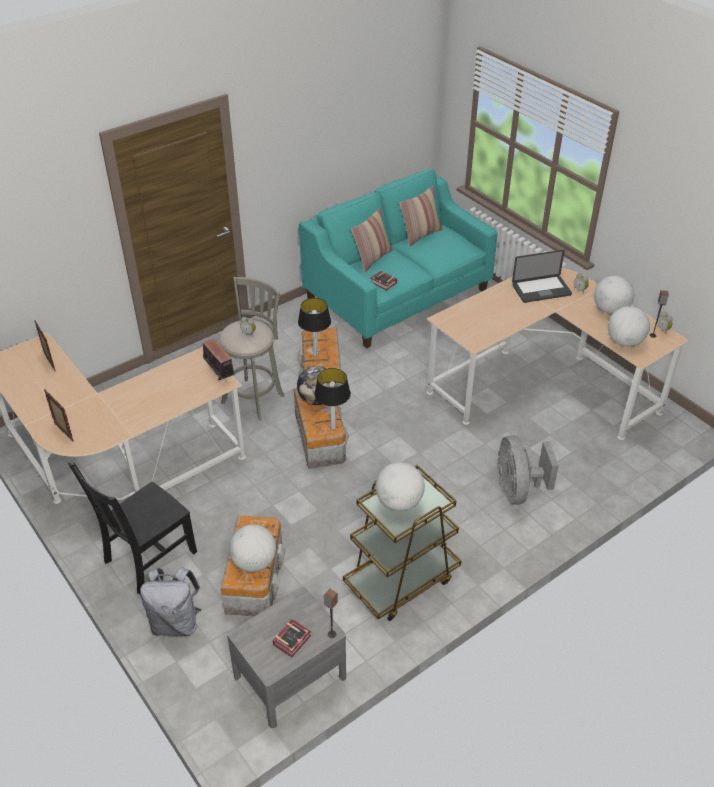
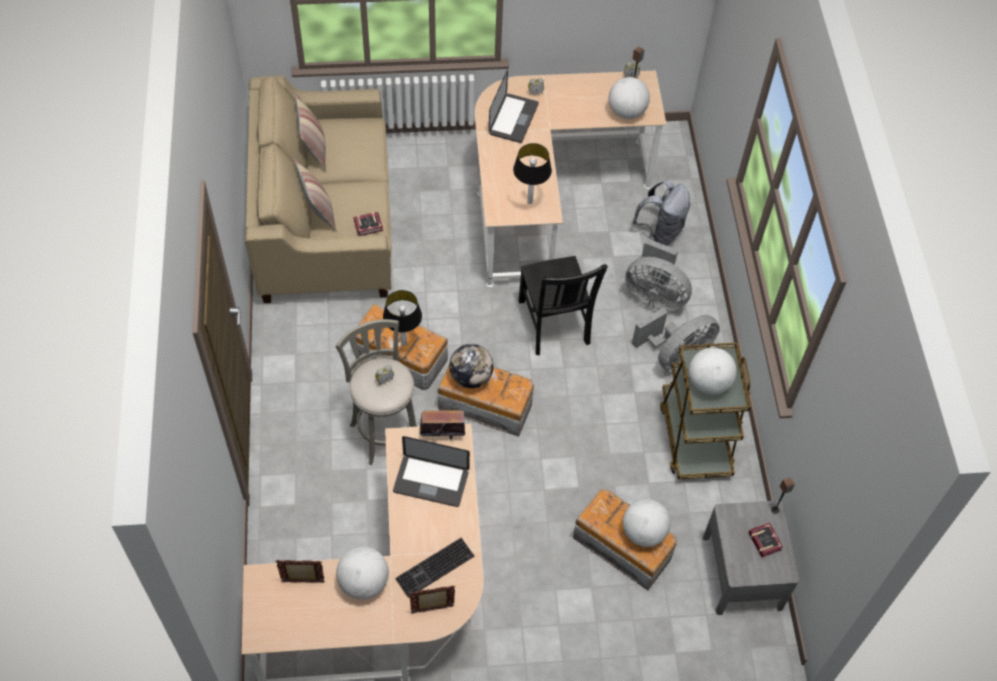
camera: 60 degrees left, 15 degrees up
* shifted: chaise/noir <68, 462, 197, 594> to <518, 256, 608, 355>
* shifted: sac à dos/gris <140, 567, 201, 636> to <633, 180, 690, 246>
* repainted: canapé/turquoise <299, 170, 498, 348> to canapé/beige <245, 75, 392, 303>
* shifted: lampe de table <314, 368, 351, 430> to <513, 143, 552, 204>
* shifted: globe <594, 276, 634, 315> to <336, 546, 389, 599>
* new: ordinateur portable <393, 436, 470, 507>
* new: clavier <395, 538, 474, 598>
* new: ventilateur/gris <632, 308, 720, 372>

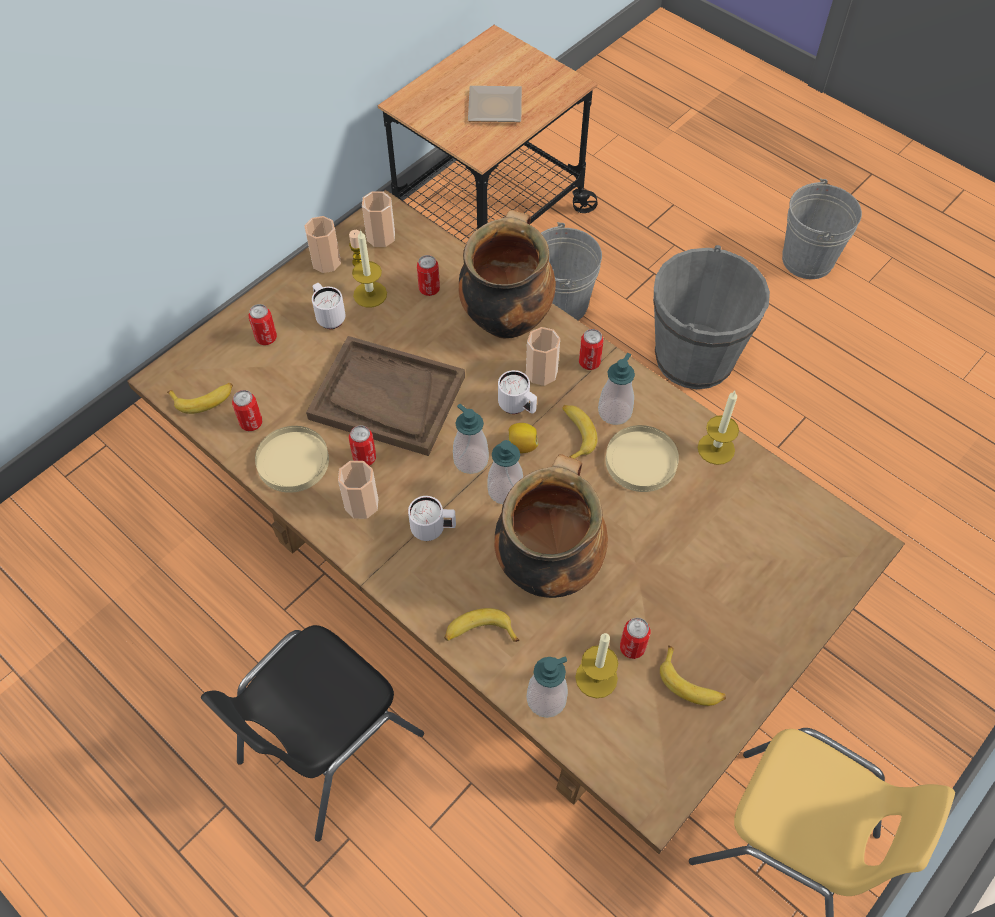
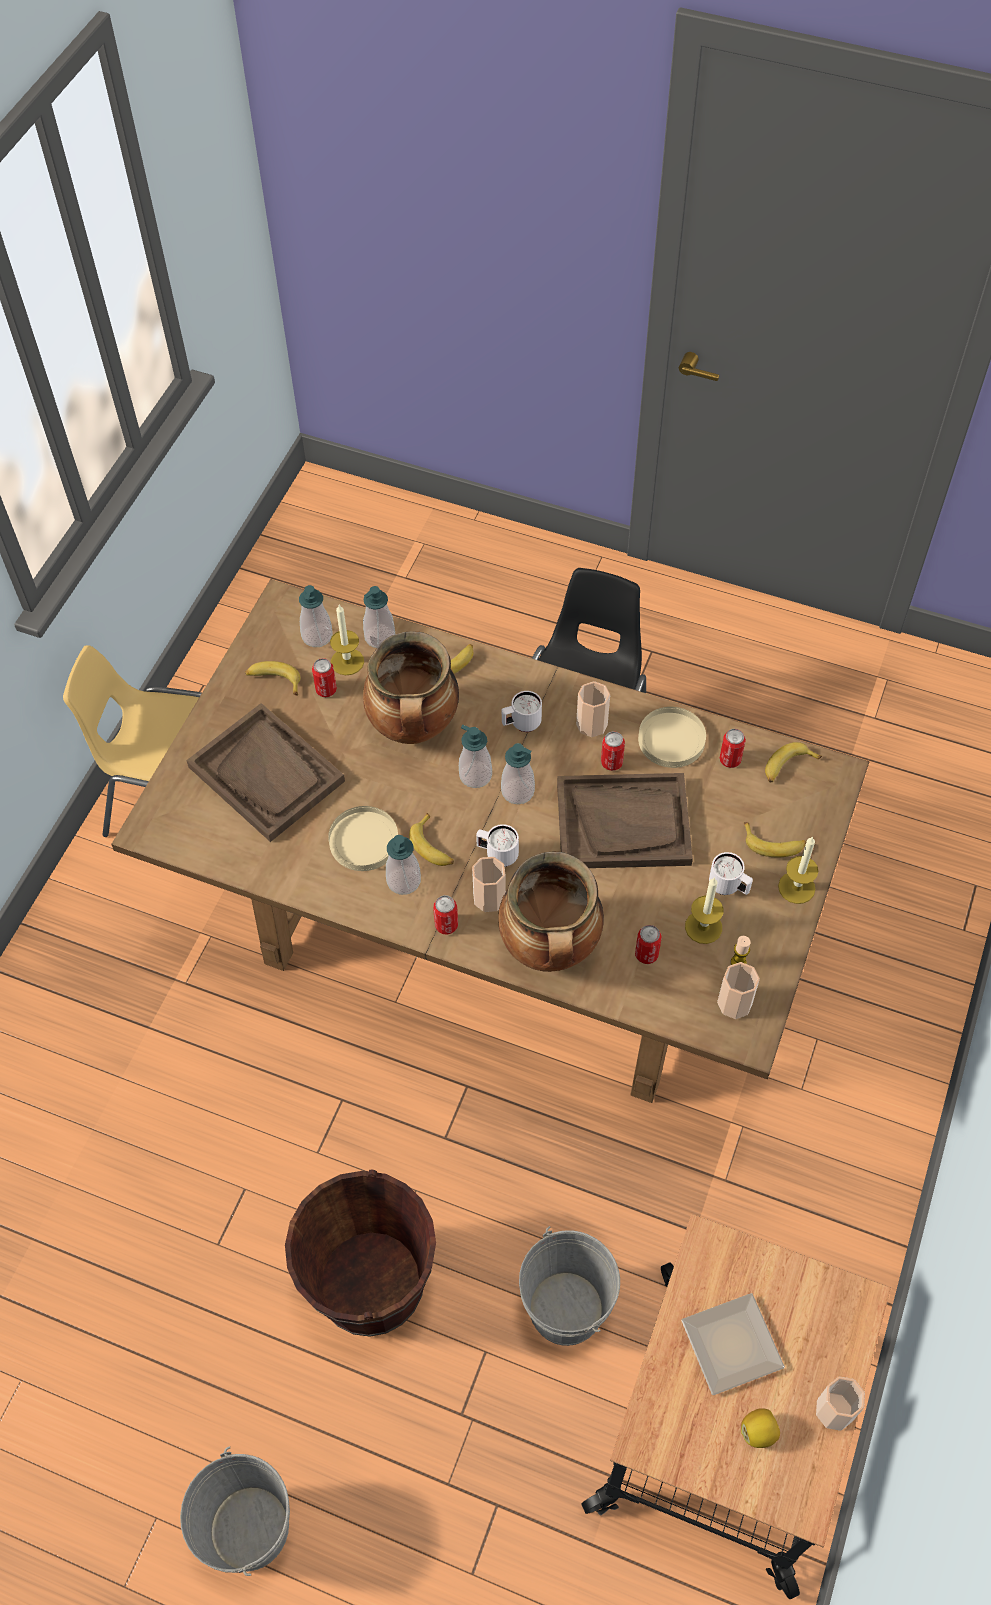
camera: 160 degrees right, 0 degrees up
* swapped: boîte métallique <249, 304, 277, 345> to banane <744, 822, 806, 857>
* shifted: tasse <304, 216, 341, 273> to <816, 1376, 865, 1431>
* shifted: citron <508, 423, 538, 453> to <741, 1408, 780, 1448>
* repainted: seau/gris <653, 245, 770, 389> to seau/marron <285, 1170, 436, 1337>
* shifted: bougie <698, 391, 739, 465> to <778, 836, 818, 904>
* new: plateau/marron <186, 703, 345, 842>
* new: distributeur de savon <299, 585, 332, 647>

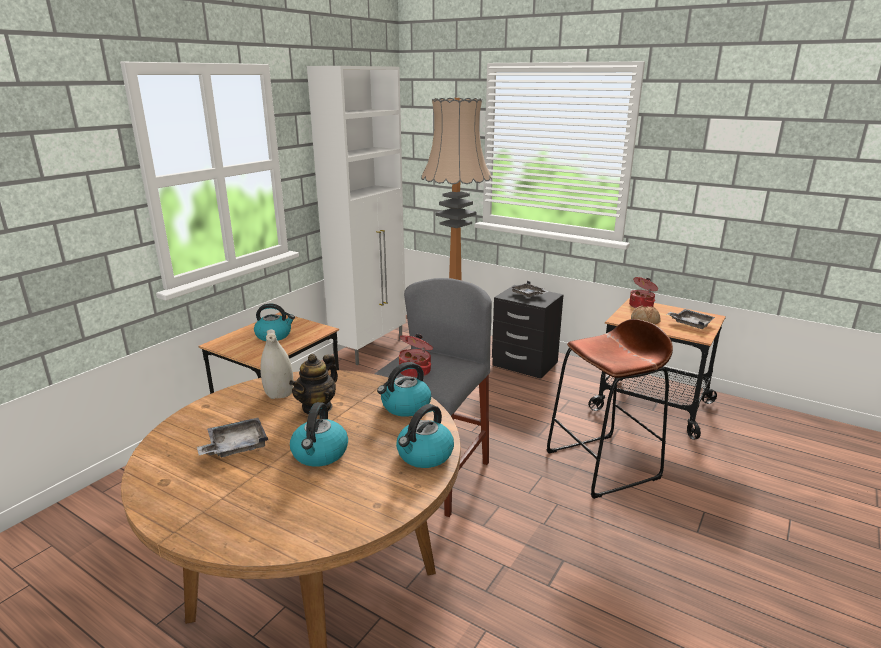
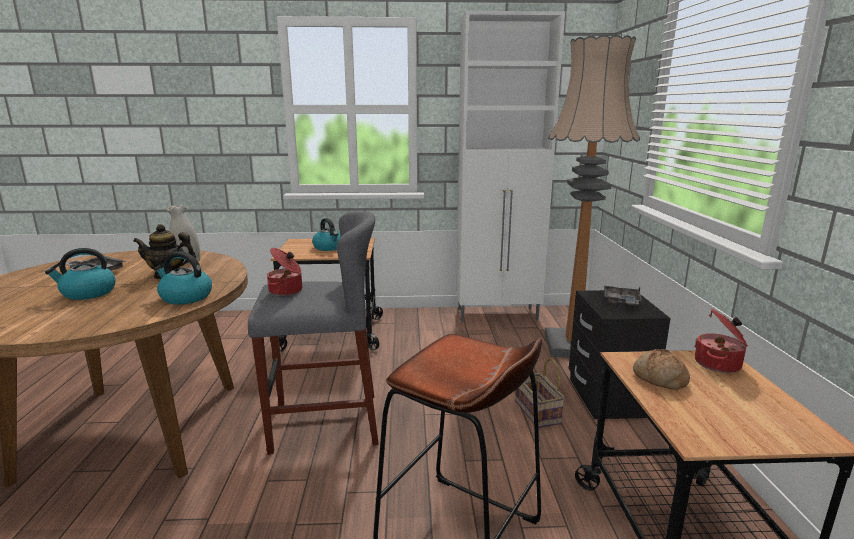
camera: 55 degrees right, 5 degrees down
* gone: bouilloire <396, 404, 454, 468>
* gone: plateau/gris <667, 309, 715, 329>
* new: panier <515, 358, 565, 428>

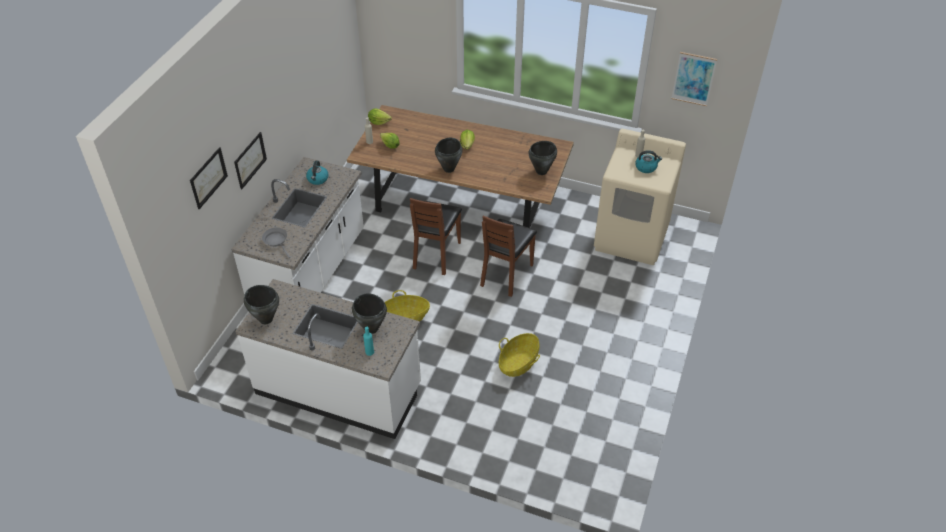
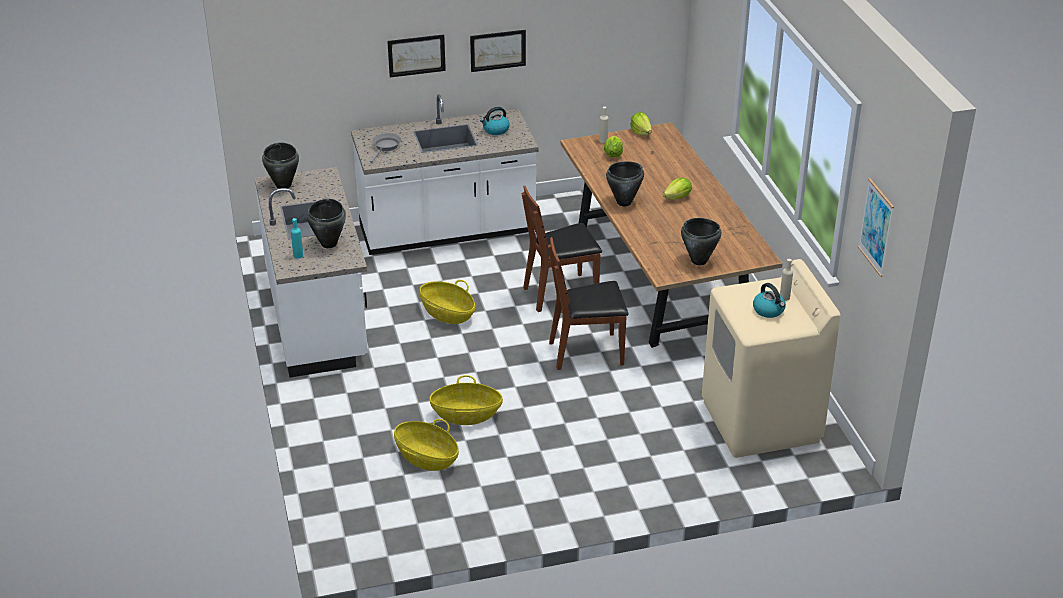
camera: 55 degrees right, 10 degrees down
* shifted: tableau <190, 147, 228, 209> to <470, 30, 526, 72>
* new: panier <394, 419, 459, 471>

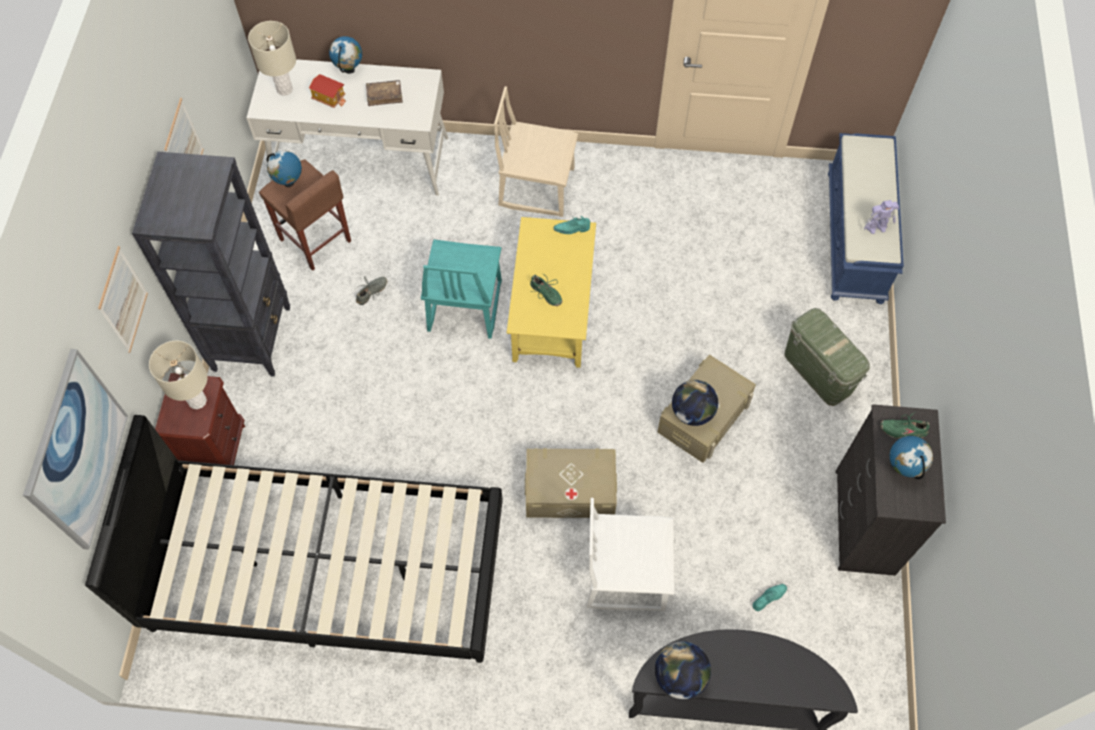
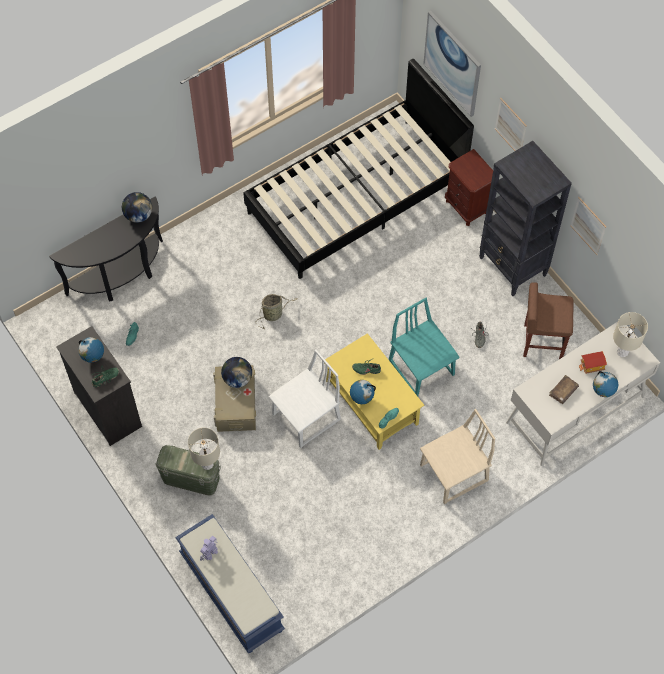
camera: 140 degrees right, 0 degrees up
* shifted: lampe de table/beige <149, 341, 208, 409> to <188, 428, 220, 470>
* shifted: globe <267, 150, 302, 187> to <350, 380, 376, 404>
* swapped: boîte de rangement/beige <525, 448, 617, 518> to panier <255, 294, 297, 329>
* shifted: chaise/blanc <586, 498, 675, 611> to <269, 349, 341, 448>

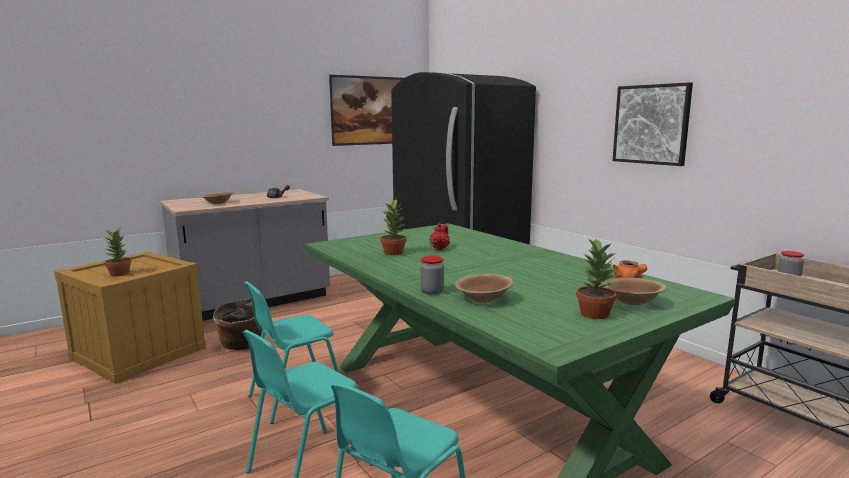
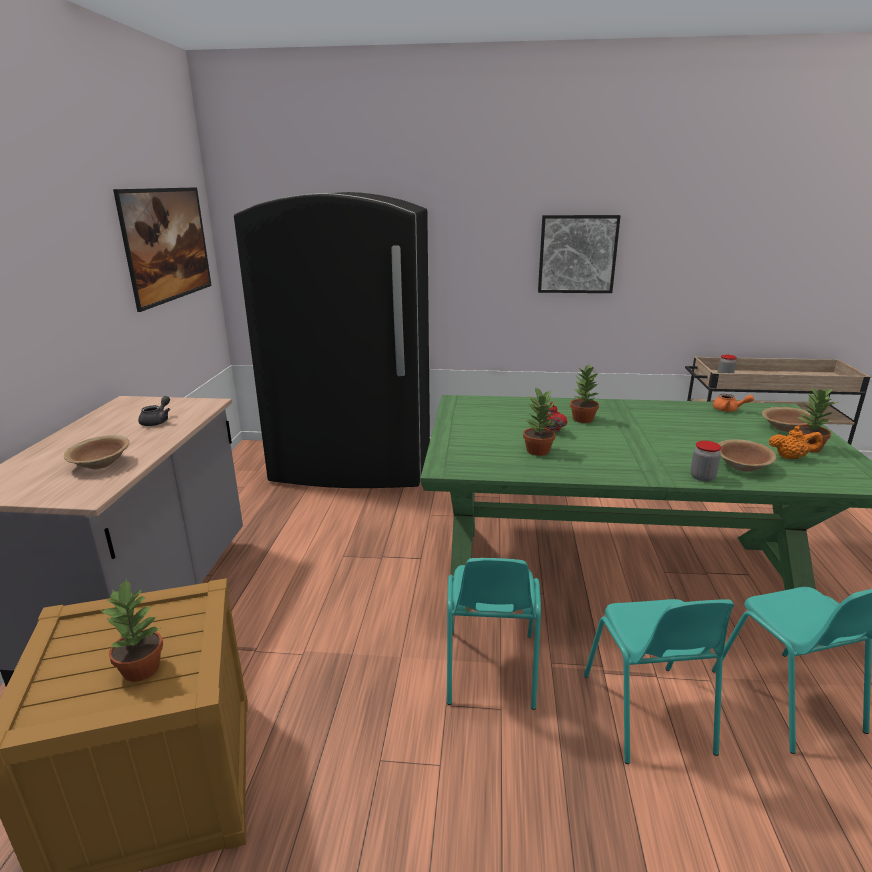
camera: 50 degrees left, 10 degrees up
* gone: panier <213, 298, 262, 350>
* new: plante en pot <570, 363, 599, 423>
* new: théière/orange <769, 426, 823, 459>

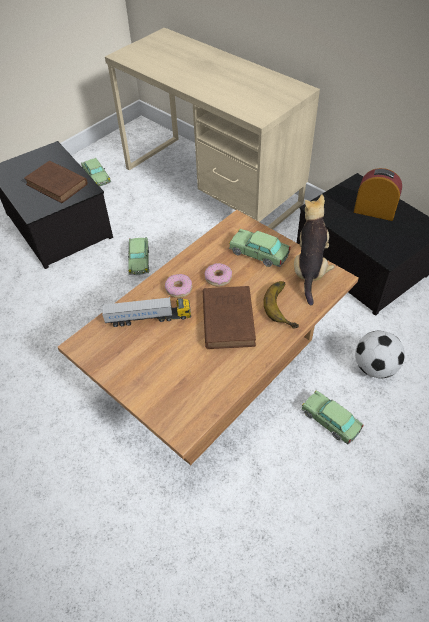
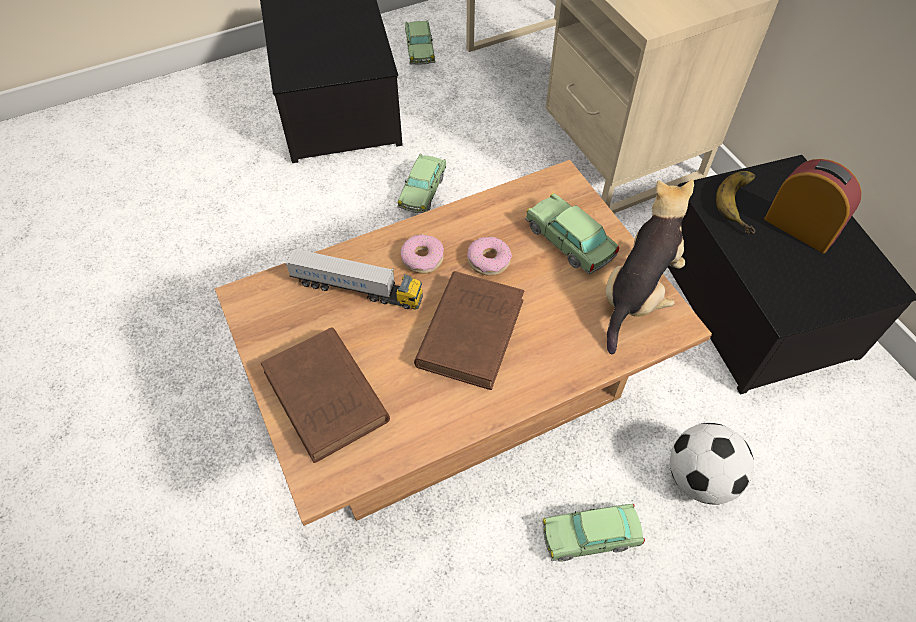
camera: 20 degrees right, 5 degrees up
* shifted: livre/marron <24, 161, 88, 203> to <260, 328, 390, 463>
* shifted: banane <263, 281, 299, 329> to <716, 171, 756, 234>
* rotated: petite voiture <301, 390, 364, 444> = <542, 504, 645, 562> 75 degrees counterclockwise

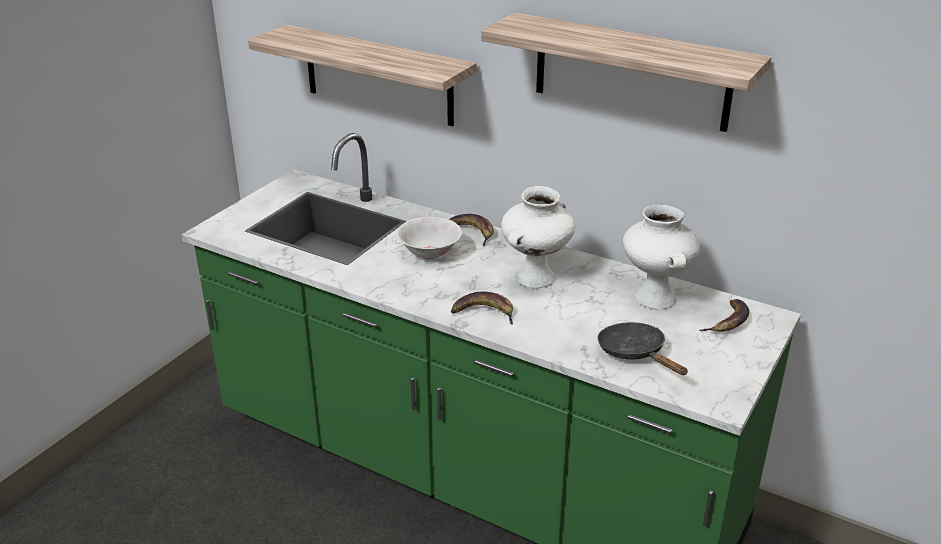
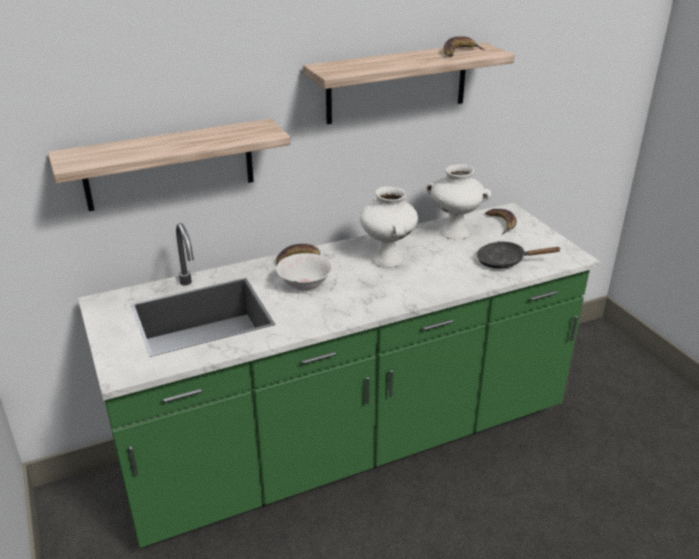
camera: 55 degrees left, 0 degrees up
* shifted: banane <451, 292, 513, 325> to <443, 36, 485, 57>

